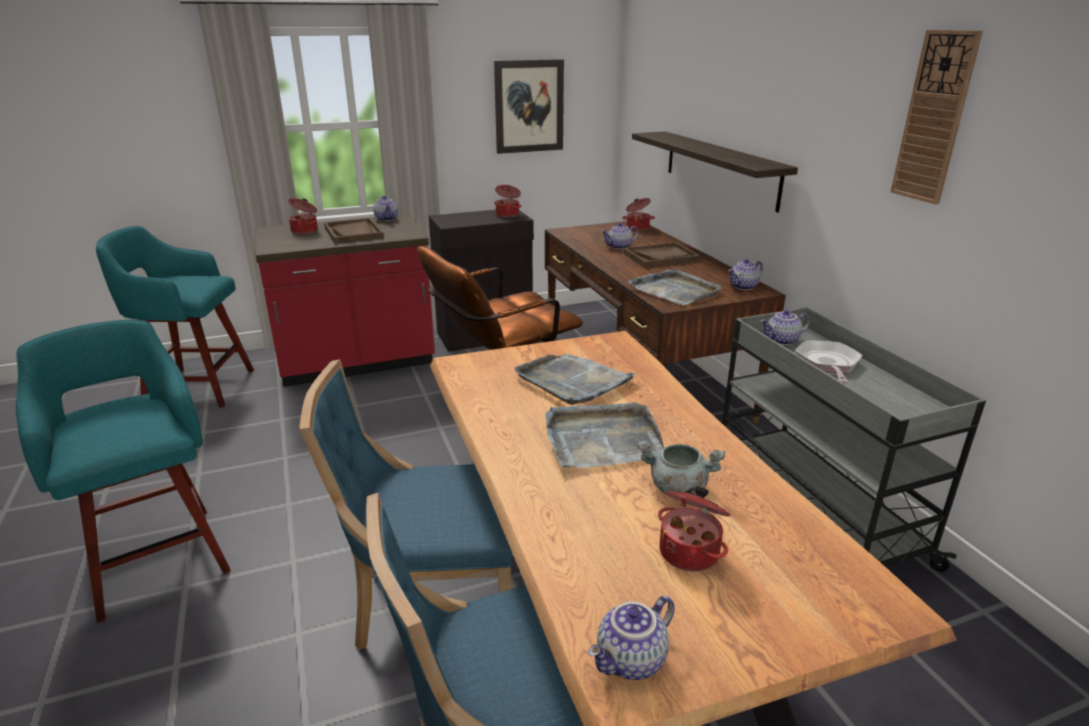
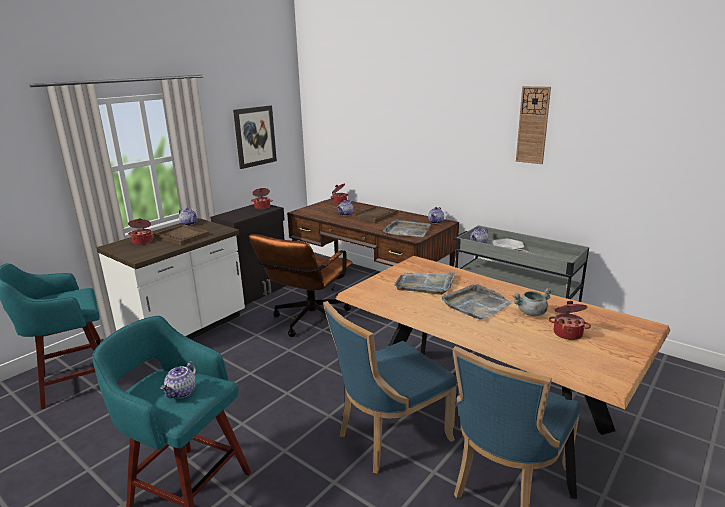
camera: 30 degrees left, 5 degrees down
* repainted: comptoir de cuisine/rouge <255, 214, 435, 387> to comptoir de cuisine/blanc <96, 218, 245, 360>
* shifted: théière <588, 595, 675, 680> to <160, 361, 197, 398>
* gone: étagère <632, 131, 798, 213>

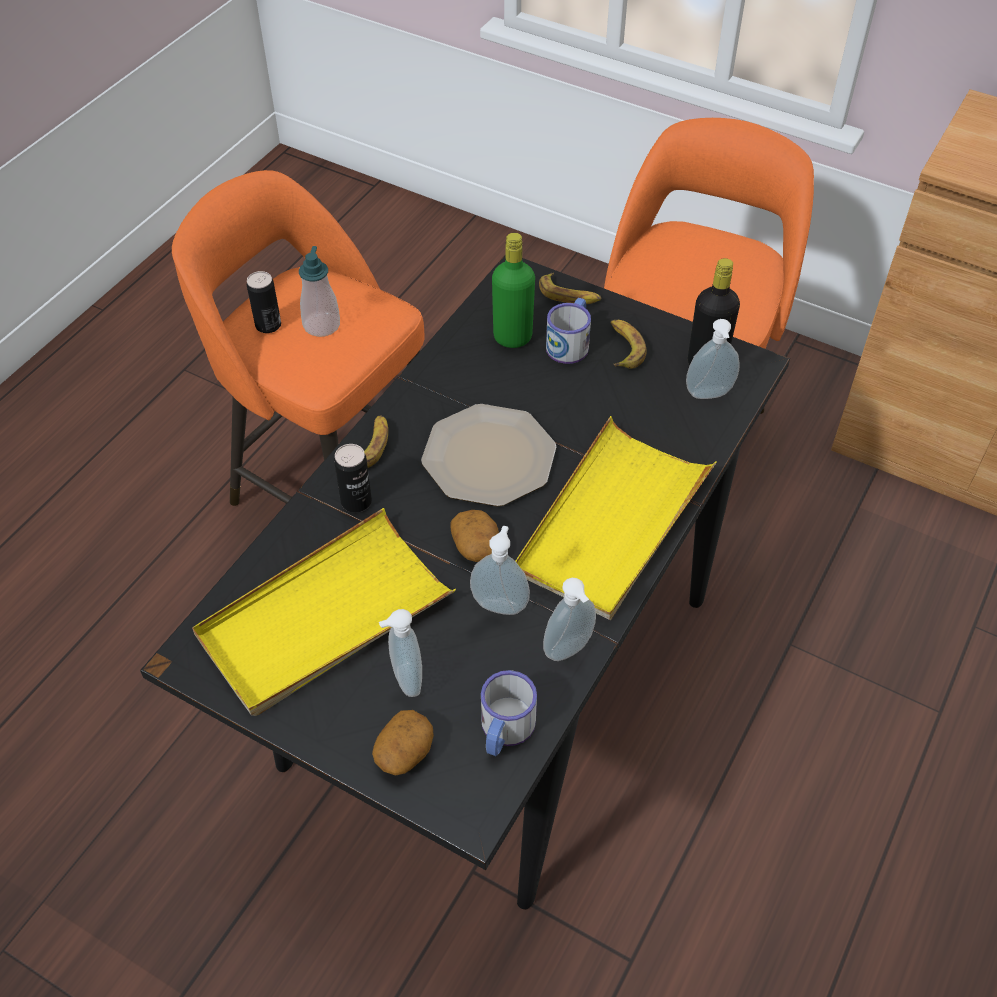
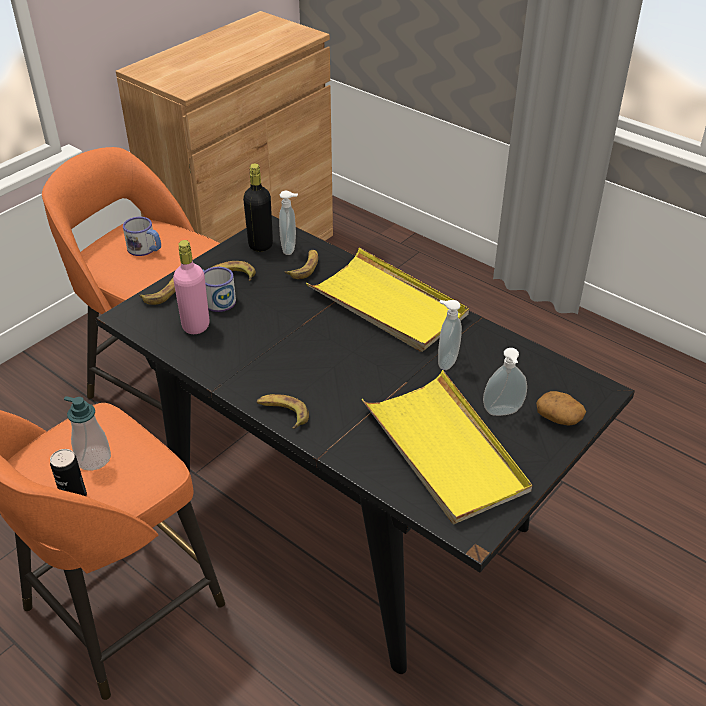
camera: 80 degrees left, 10 degrees down
* gone: boîte métallique <334, 444, 372, 513>
* gone: assiette <421, 404, 556, 507>
* gone: pomme de terre <450, 510, 499, 562>
* shifted: mug <481, 670, 537, 756> to <123, 217, 161, 256>
* repainted: bouteille/vert <492, 233, 535, 348> to bouteille/rose <173, 240, 209, 334>
* gone: distributeur de savon <543, 578, 596, 661>
* new: banane <285, 250, 318, 279>

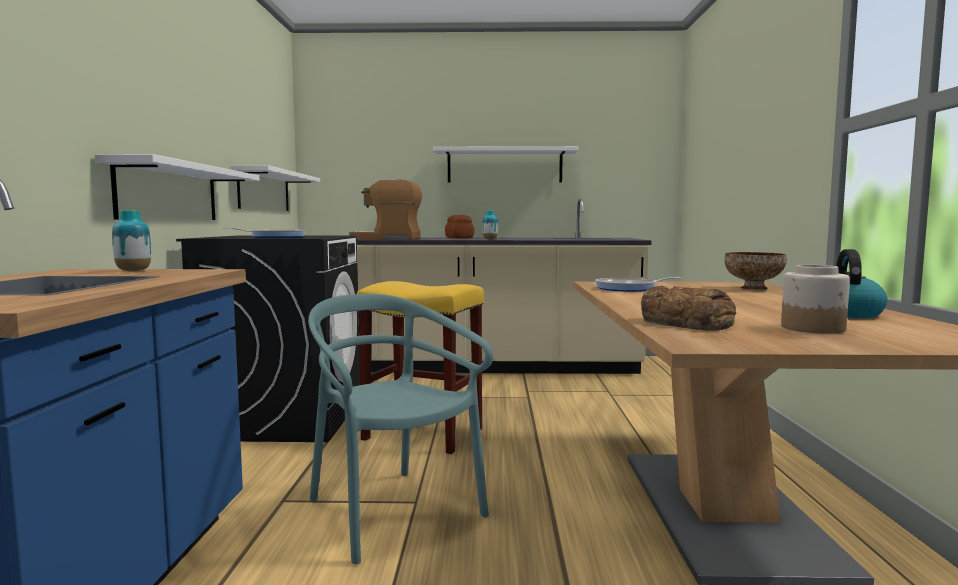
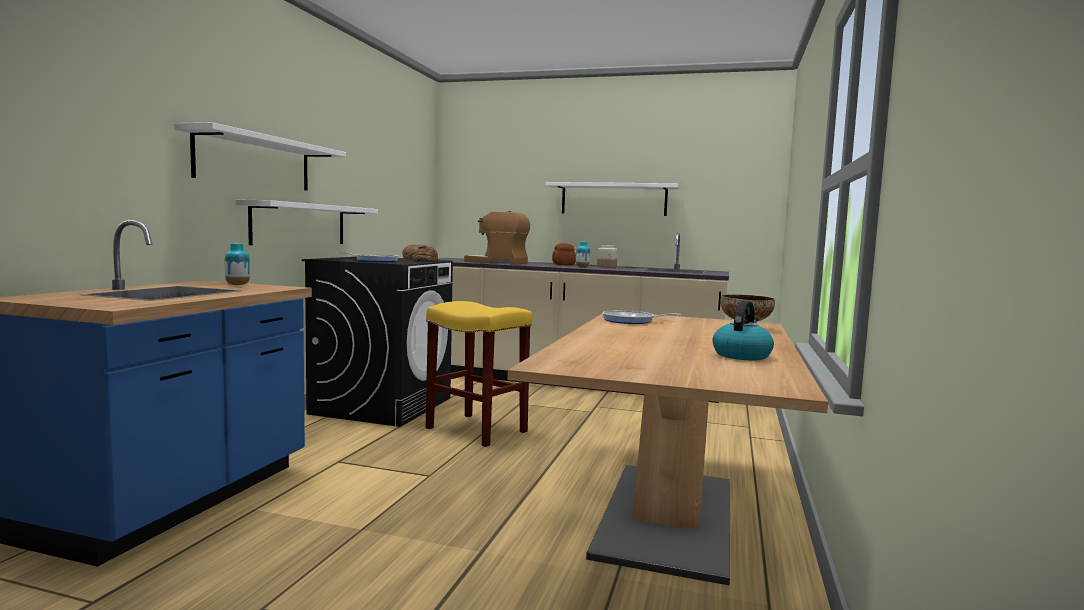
camera: 15 degrees right, 0 degrees up
* shifted: étagère/blanc <230, 165, 320, 211> to <174, 122, 346, 191>
* gone: chaise/turquoise <308, 294, 493, 565>
* shifted: pain <641, 286, 736, 331> to <402, 245, 438, 261>
* shifted: bocal <781, 265, 850, 333> to <597, 245, 618, 268>

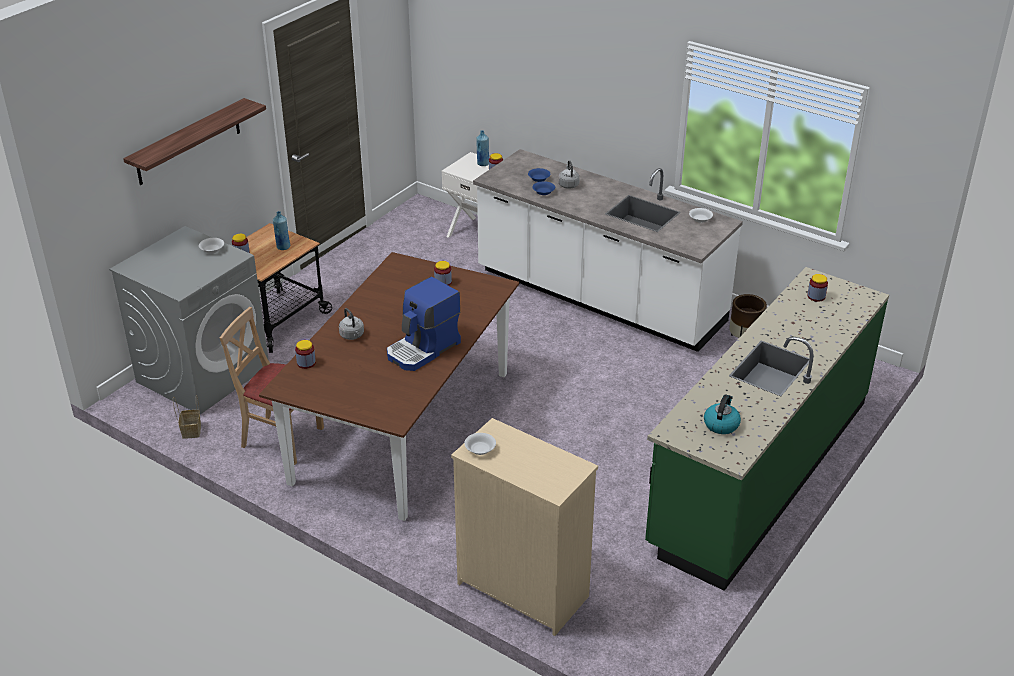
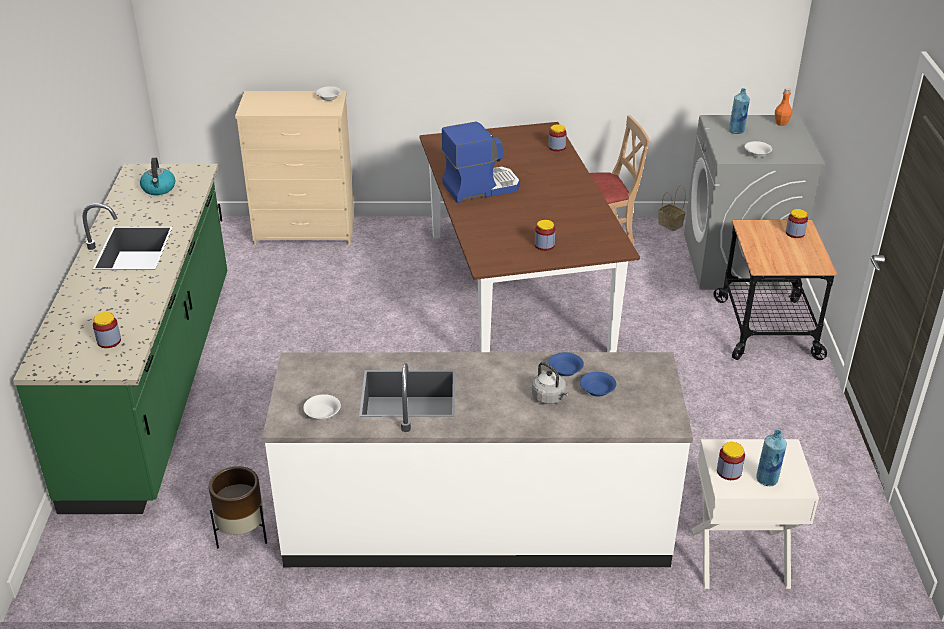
camera: 145 degrees right, 0 degrees up
* gone: étagère <123, 98, 266, 185>
* shifted: bouteille/bleu <273, 211, 290, 250> to <729, 88, 750, 134>
* gone: bouilloire/gris <339, 308, 364, 340>
* rotated: machine à café <387, 277, 461, 371> = <442, 122, 520, 203> 60 degrees clockwise
* new: bouteille/orange <775, 88, 792, 126>

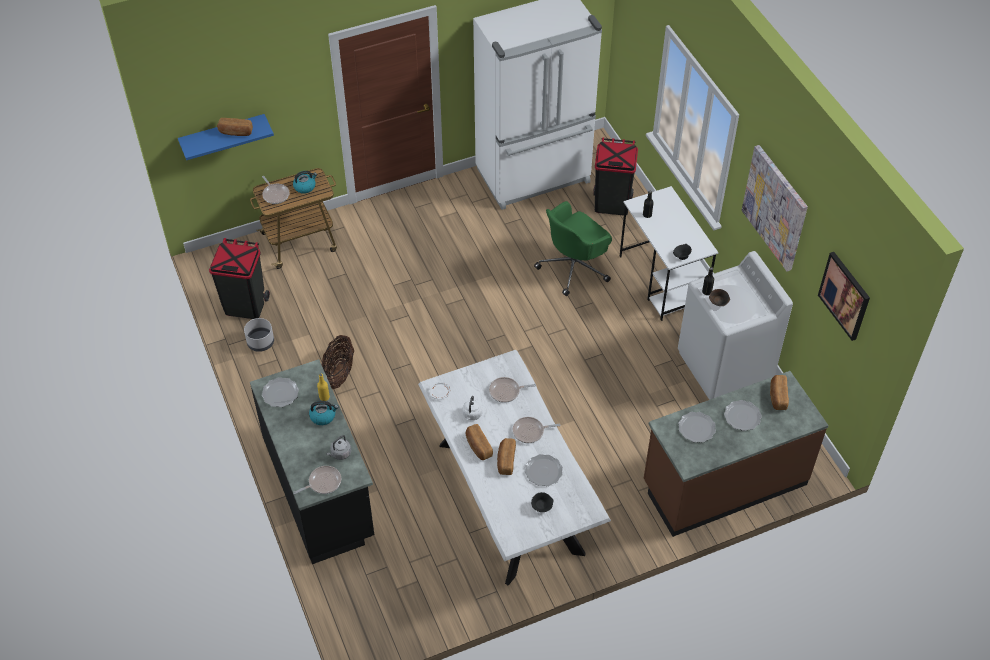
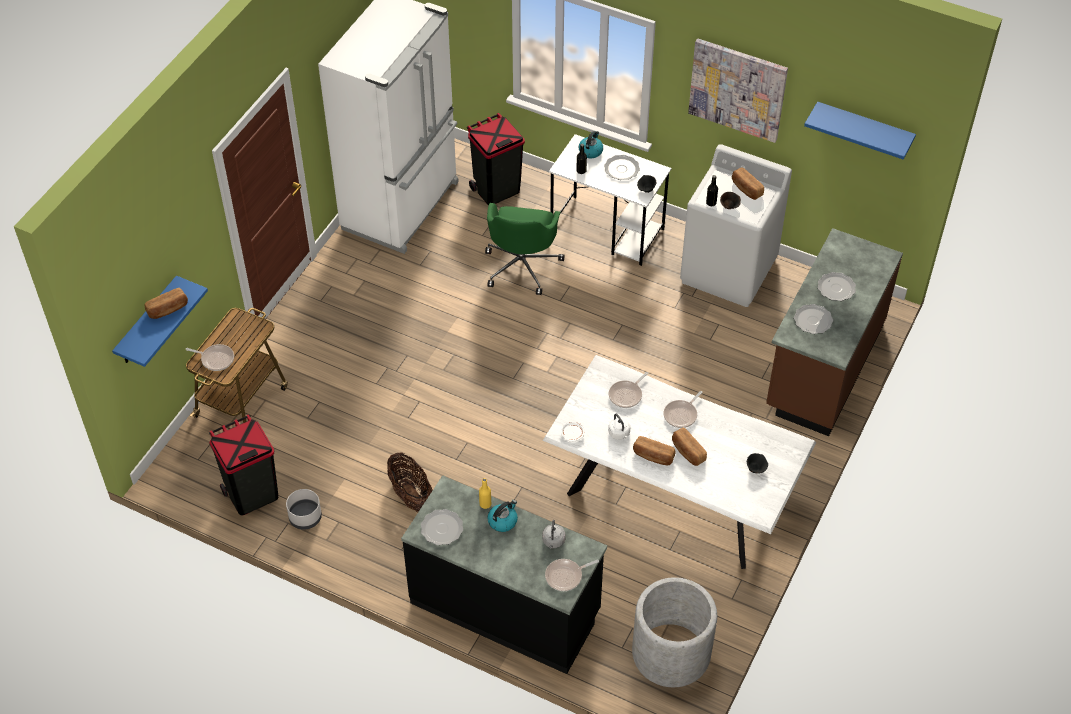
camera: 40 degrees left, 0 degrees up
* shifted: bouilloire <293, 171, 317, 194> to <579, 131, 603, 158>
* rotated: poêle <293, 466, 341, 494> = <545, 559, 599, 591> 135 degrees counterclockwise
* shifted: assiette <525, 454, 563, 486> to <604, 155, 640, 180>
* shifted: pain <770, 375, 789, 410> to <732, 167, 764, 200>
* swapped: tableau <818, 252, 870, 341> to étagère/bleu <804, 102, 916, 160>
* new: cache-pot/gris <632, 577, 717, 687>

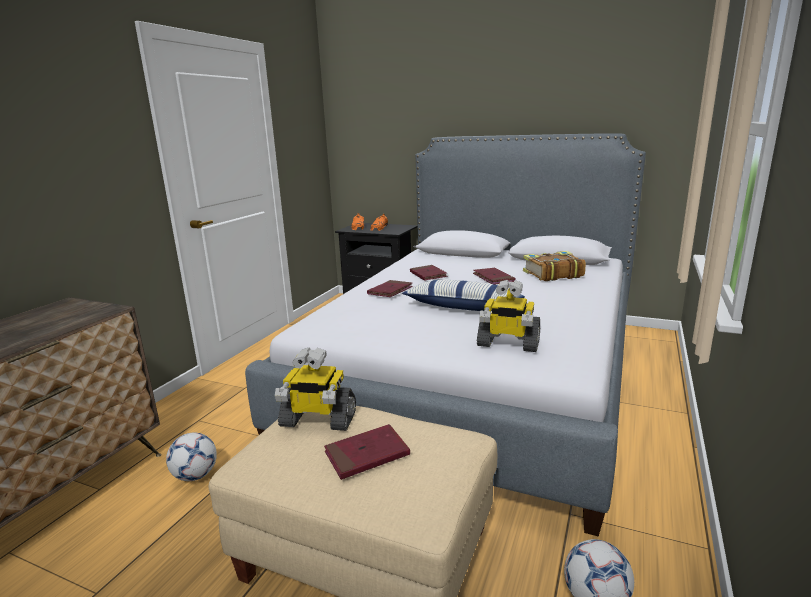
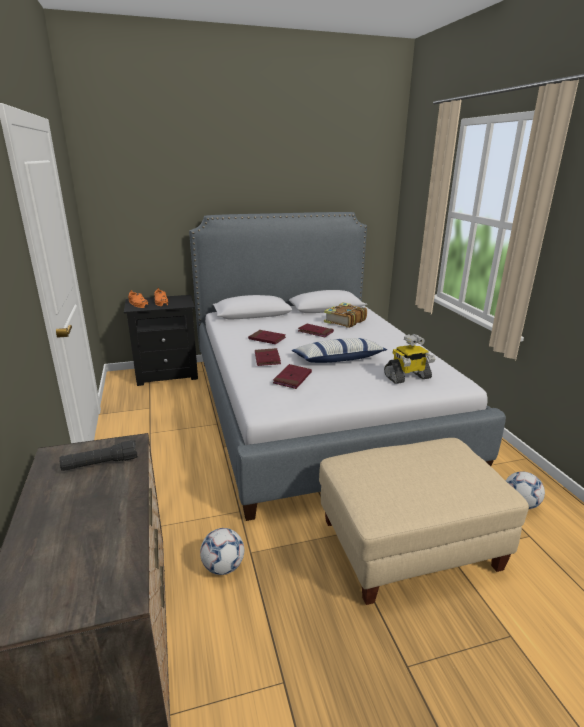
camera: 40 degrees left, 5 degrees up
* gone: robot jouet <275, 347, 356, 431>
* shifted: livre/rouge <324, 424, 410, 480> to <273, 364, 312, 389>
* new: lampe de poche/noir <59, 440, 138, 471>

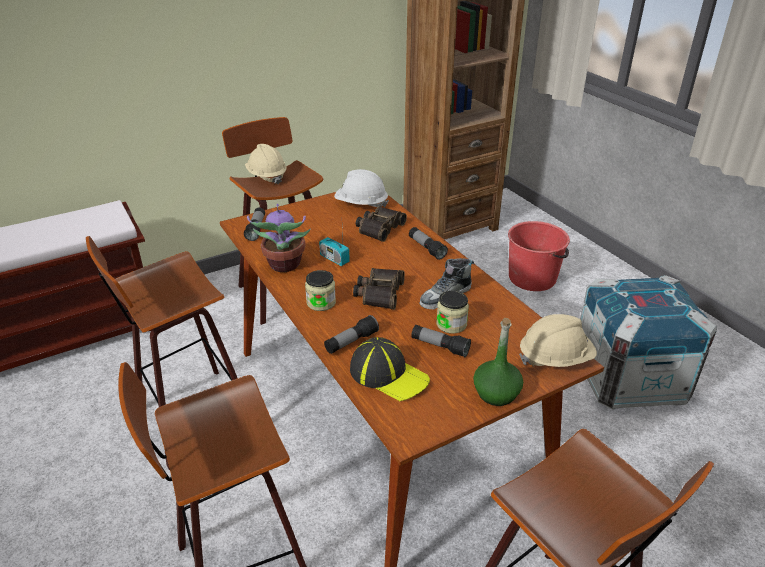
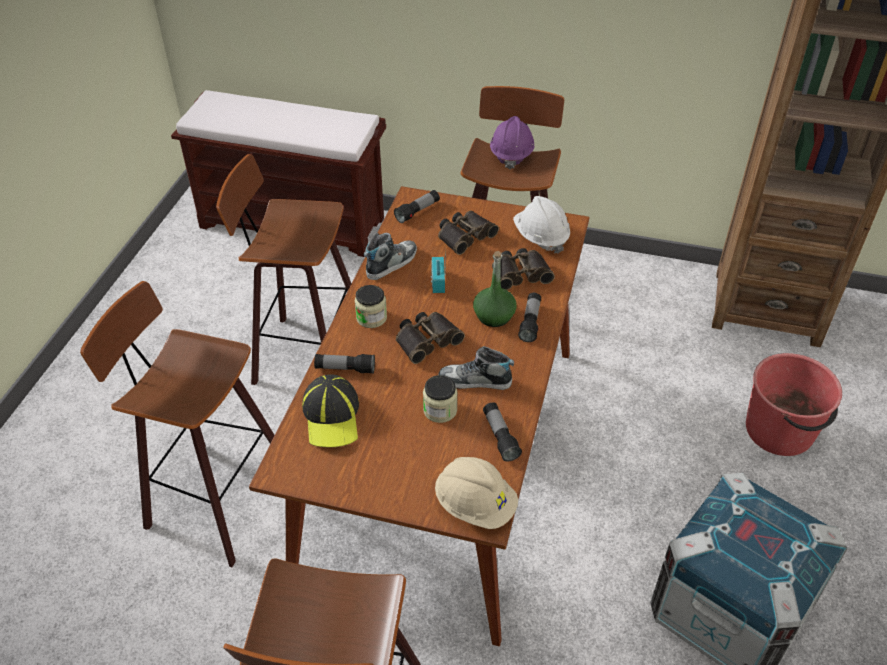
camera: 45 degrees right, 10 degrees up
* repainted: casque de chantier/beige <245, 144, 287, 184> to casque de chantier/violet <490, 116, 534, 169>
* swapped: plante en pot <247, 204, 311, 272> to chaussure <364, 233, 417, 280>
* shifted: lampe de poche <411, 325, 471, 357> to <483, 402, 522, 461>
* shifted: bouteille/vert <473, 318, 523, 406> to <473, 251, 517, 327>
* new: jumelles <438, 210, 499, 255>

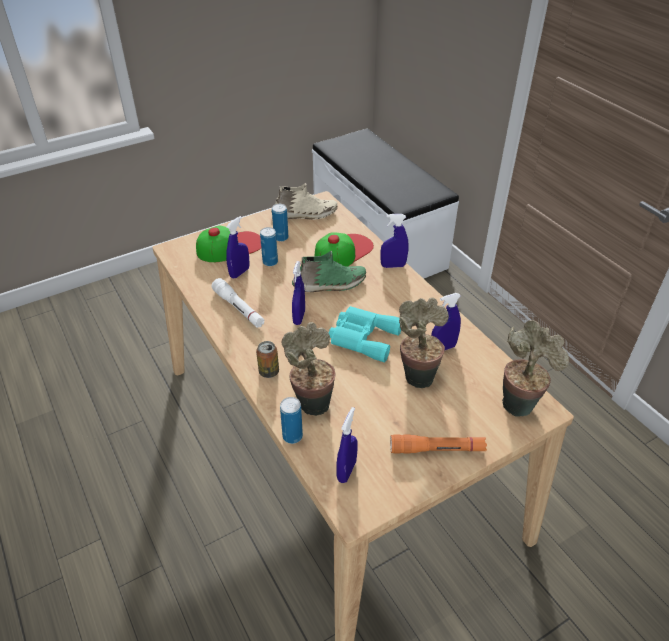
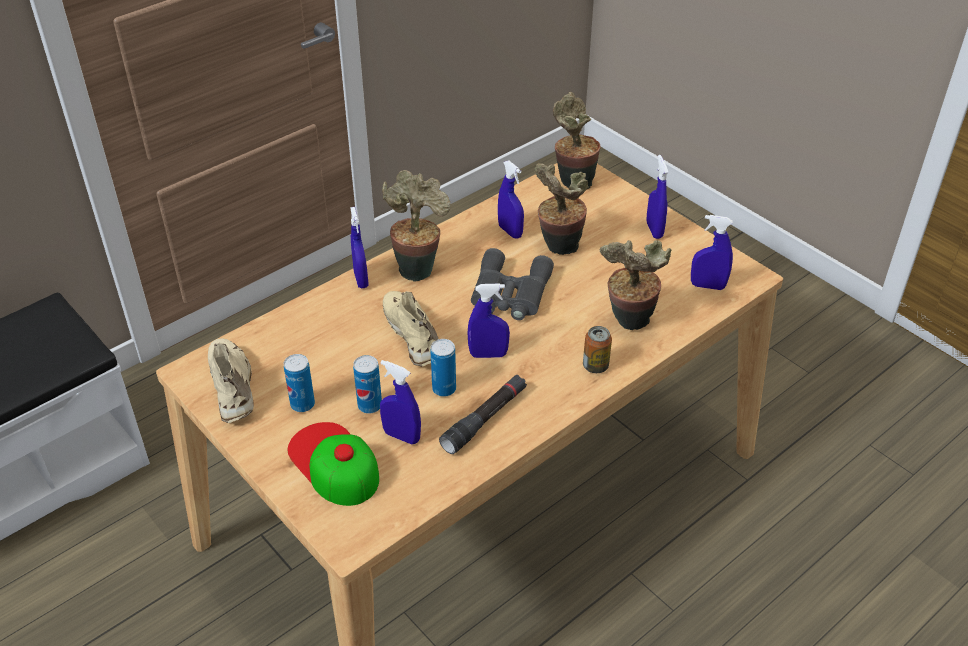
camera: 100 degrees left, 0 degrees up
* repainted: lampe de poche/blanc <212, 278, 265, 328> to lampe de poche/noir <439, 375, 527, 454>
* shifted: boîte métallique <280, 397, 303, 444> to <430, 339, 456, 397>
* repainted: chaussure/vert <292, 251, 366, 292> to chaussure/beige <383, 291, 438, 367>
* gone: casquette <315, 232, 374, 267>
* repainted: jumelles/turquoise <329, 306, 401, 363> to jumelles/gris <471, 248, 554, 320>
* swapped: lampe de poche/orange <390, 435, 487, 454> to vaporisateur/bleu <647, 155, 669, 239>
* new: plante en pot <382, 170, 451, 282>

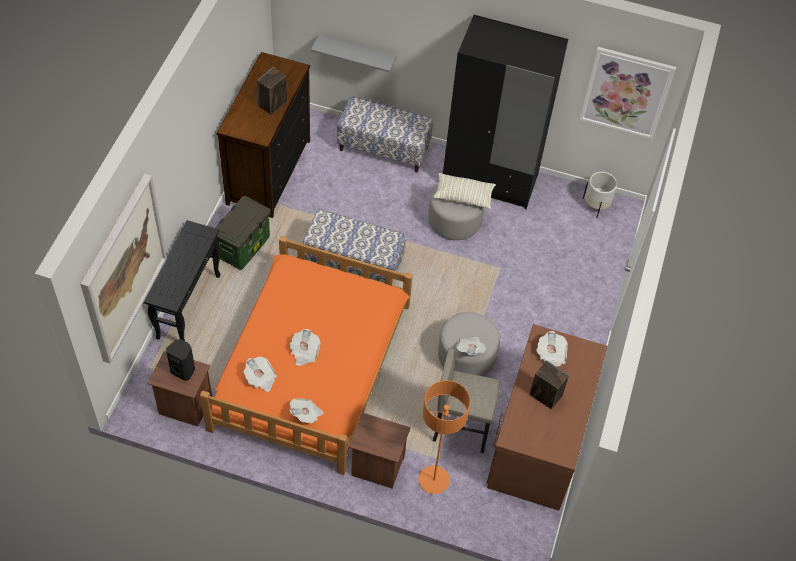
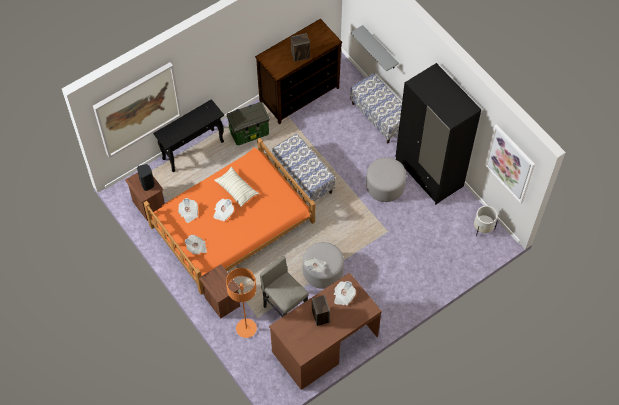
camera: 40 degrees right, 5 degrees up
* shifted: coussin <433, 173, 496, 209> to <215, 167, 259, 207>

